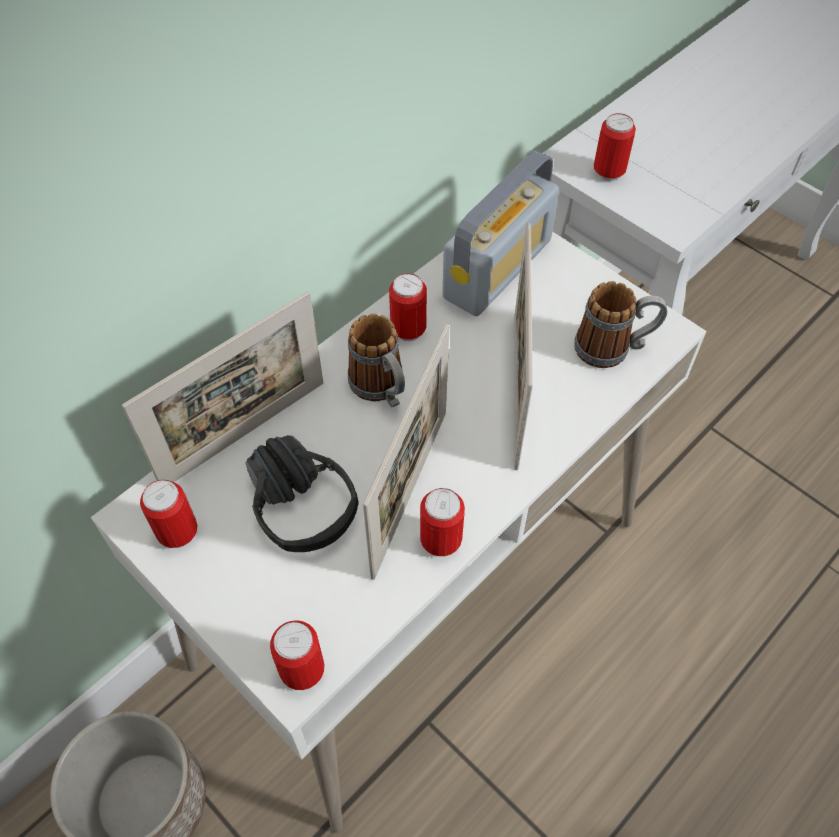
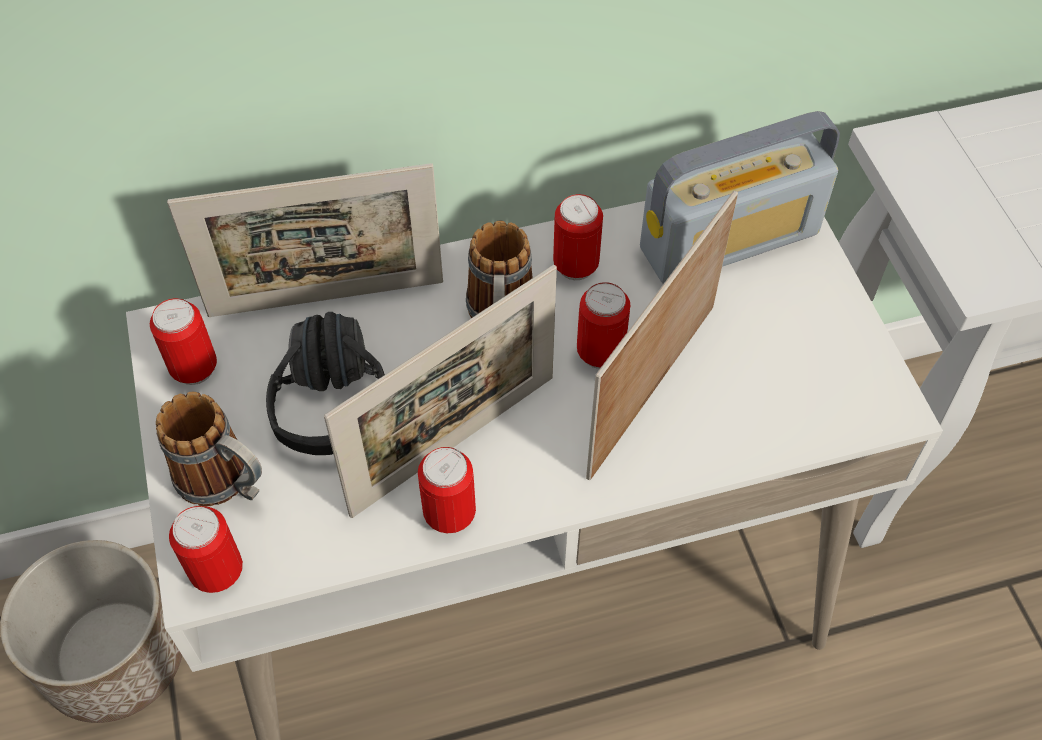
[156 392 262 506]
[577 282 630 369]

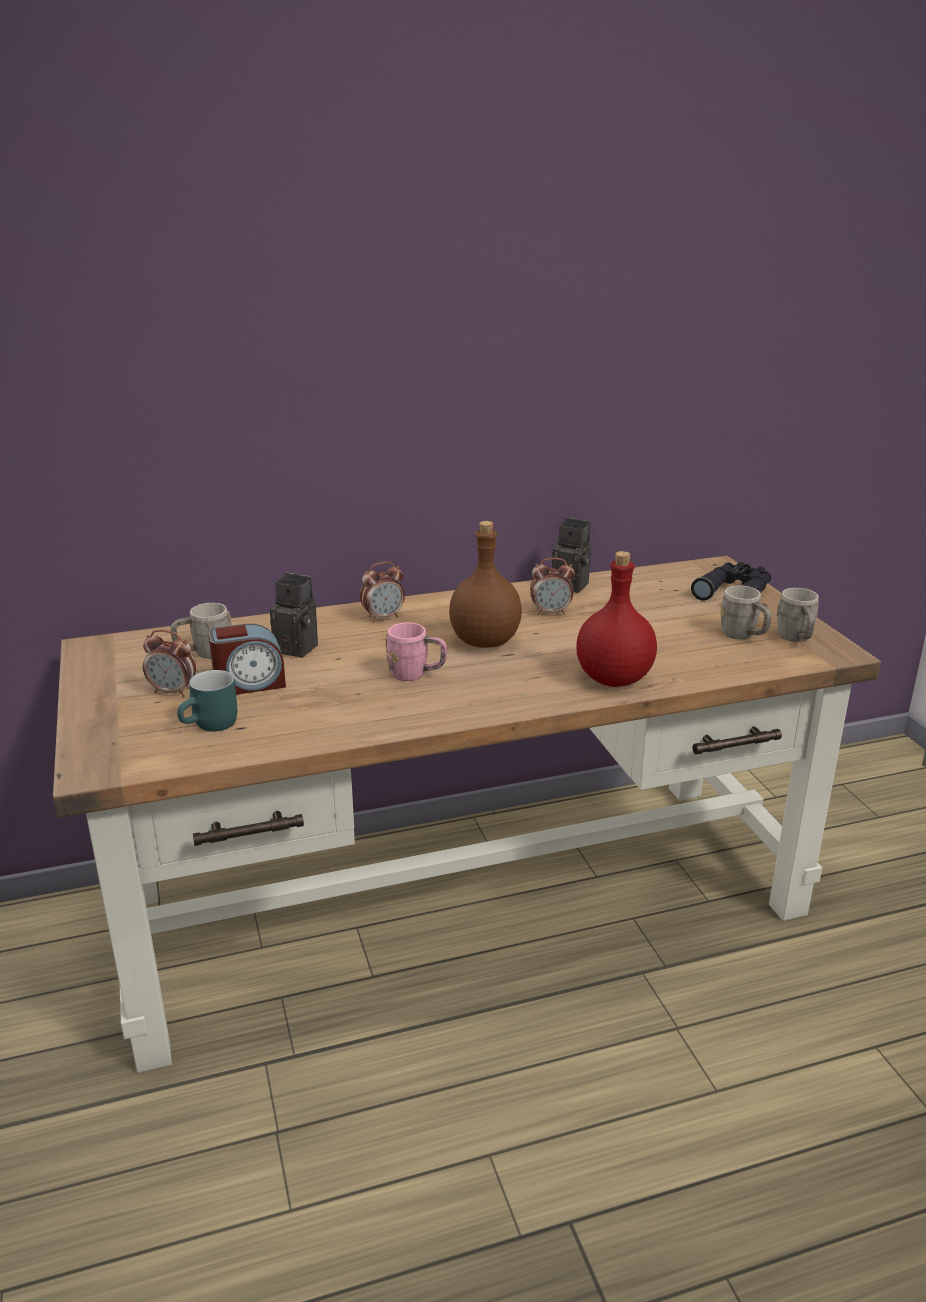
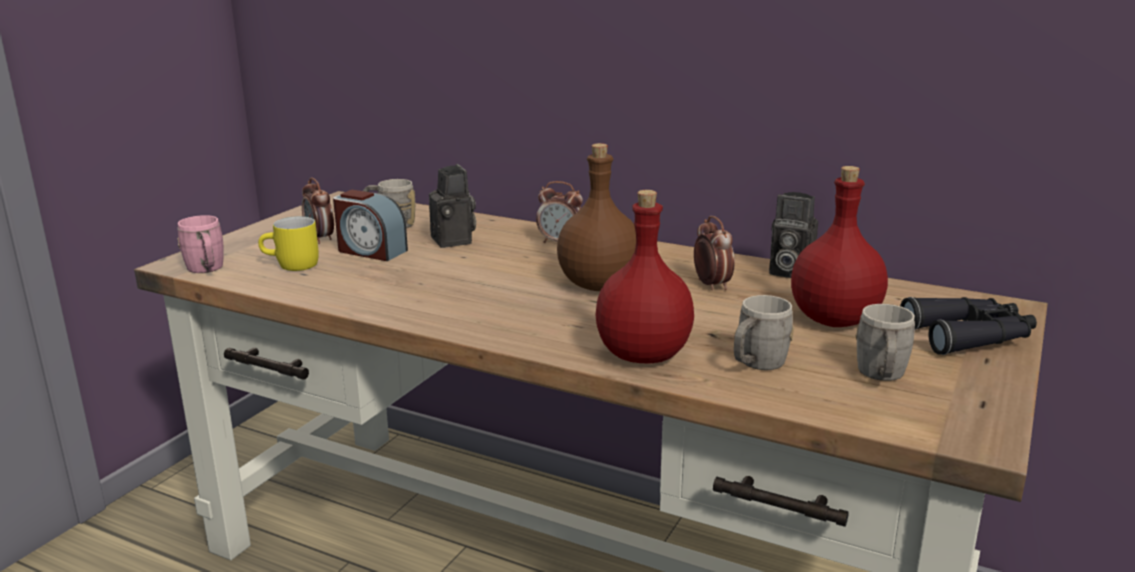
[177 215 224 273]
[258 216 319 271]
[694 216 735 290]
[734 295 794 370]
[769 192 818 278]
[791 166 888 327]

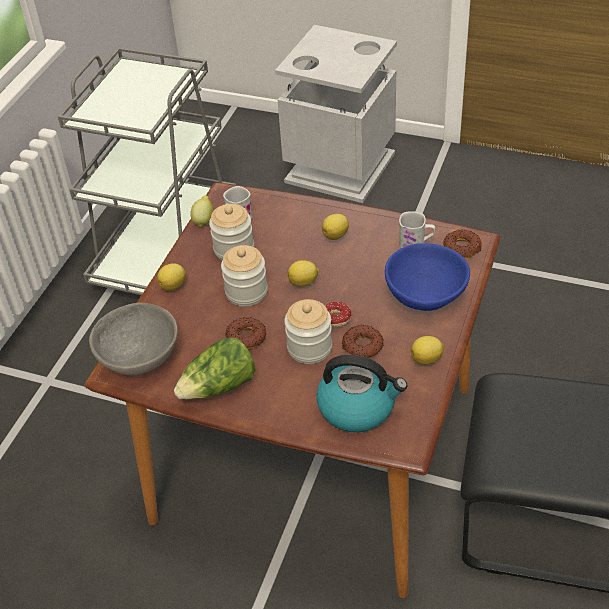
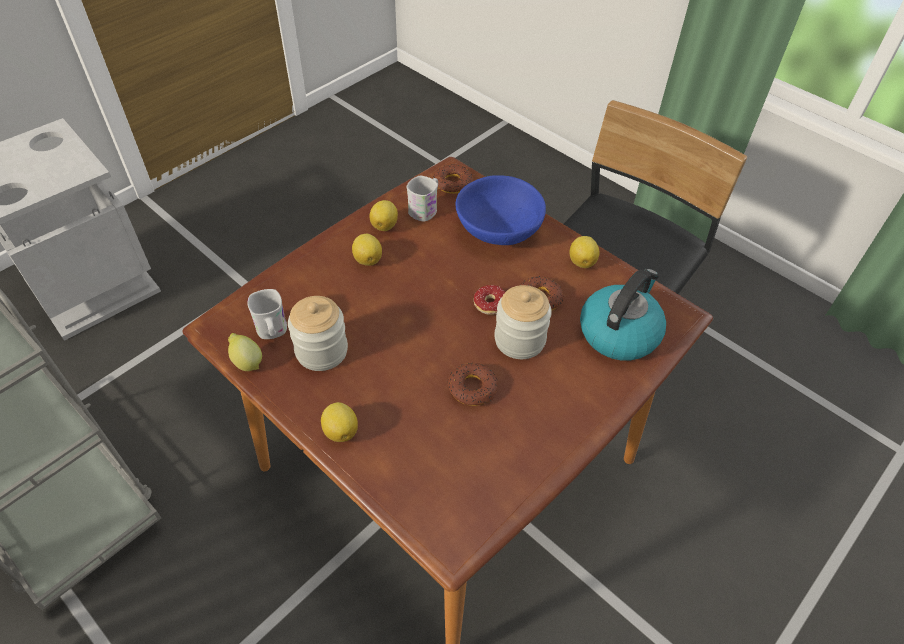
[369 200 398 231]
[89 303 178 375] (first image)
[174 338 256 400] (first image)
[221 245 268 306] (first image)

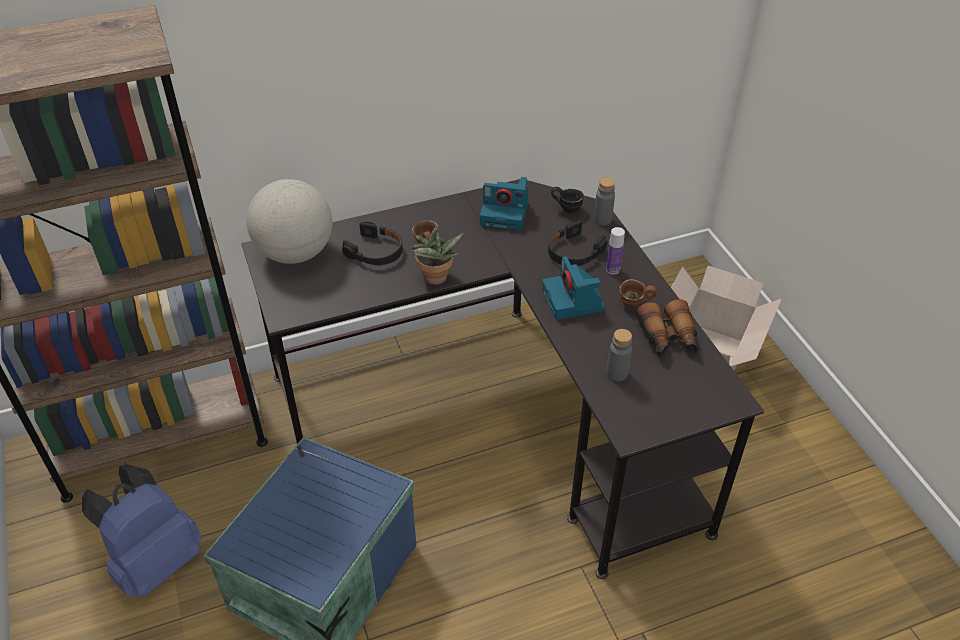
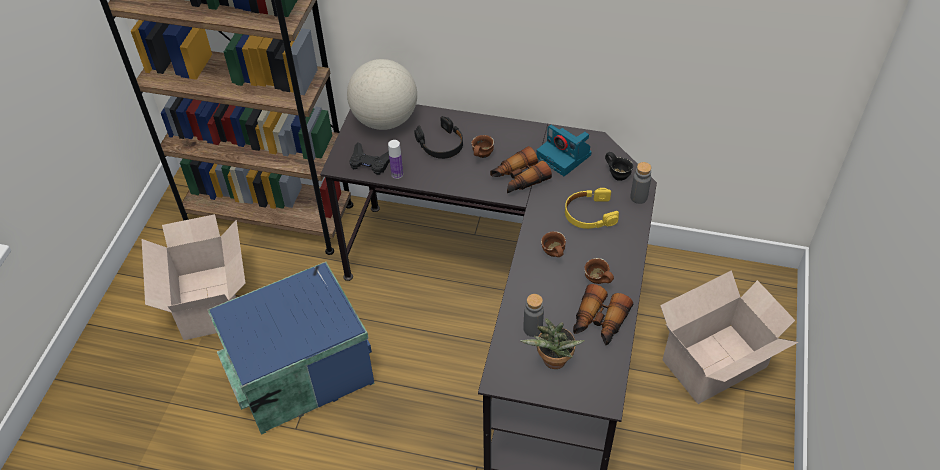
[142 214 246 340]
[350 142 390 175]
[388 140 403 179]
[490 146 552 193]
[520 318 585 369]
[541 232 566 257]
[565 188 619 229]

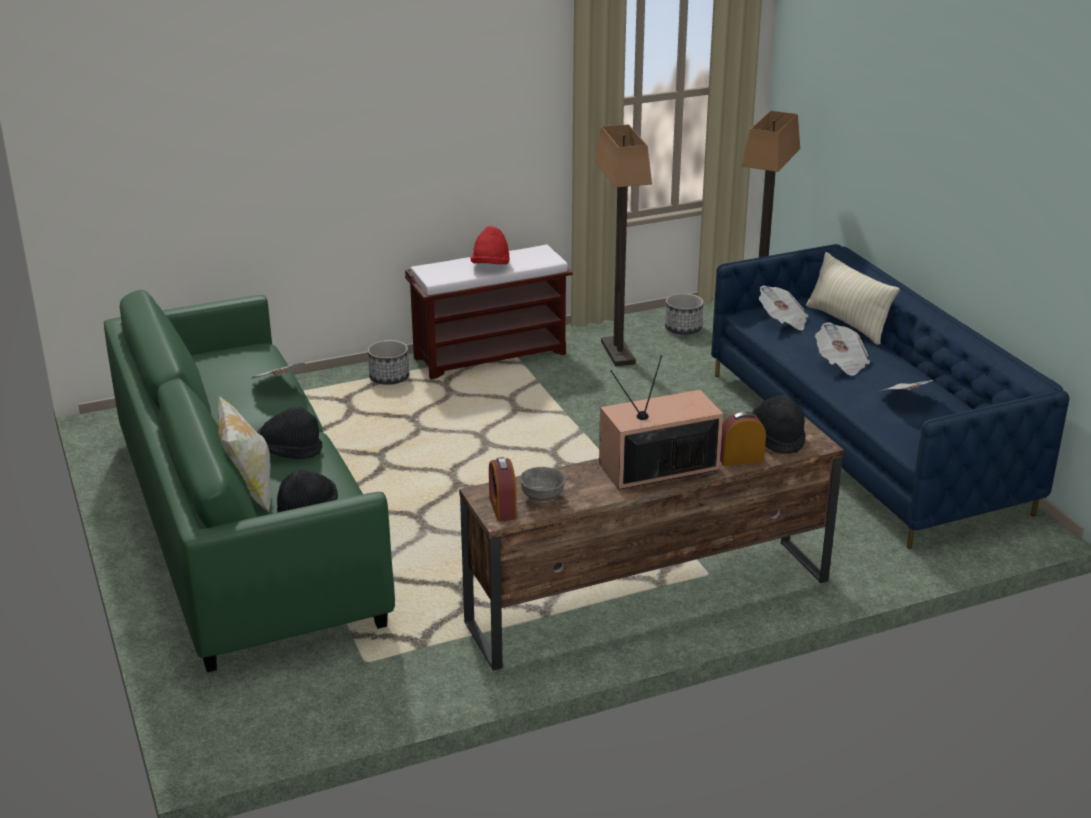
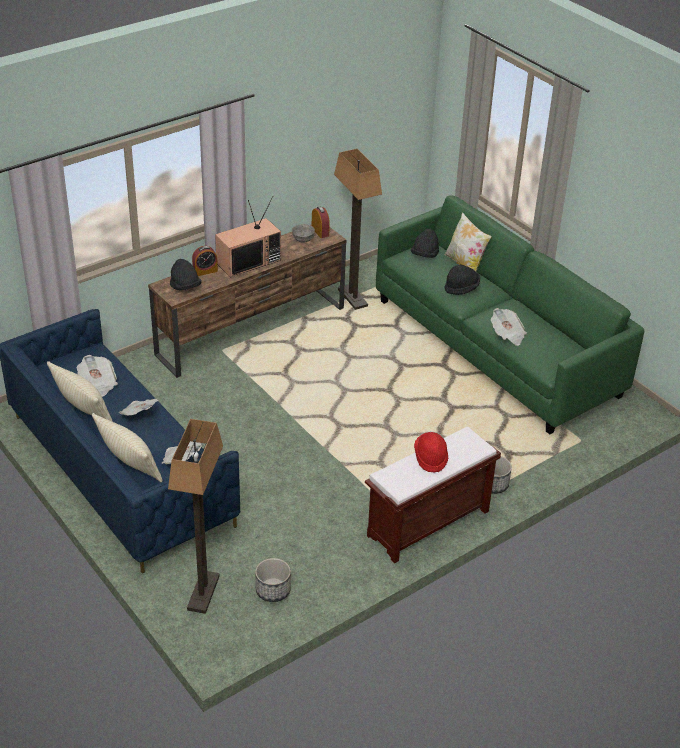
[47 361 113 422]
[334 149 382 310]

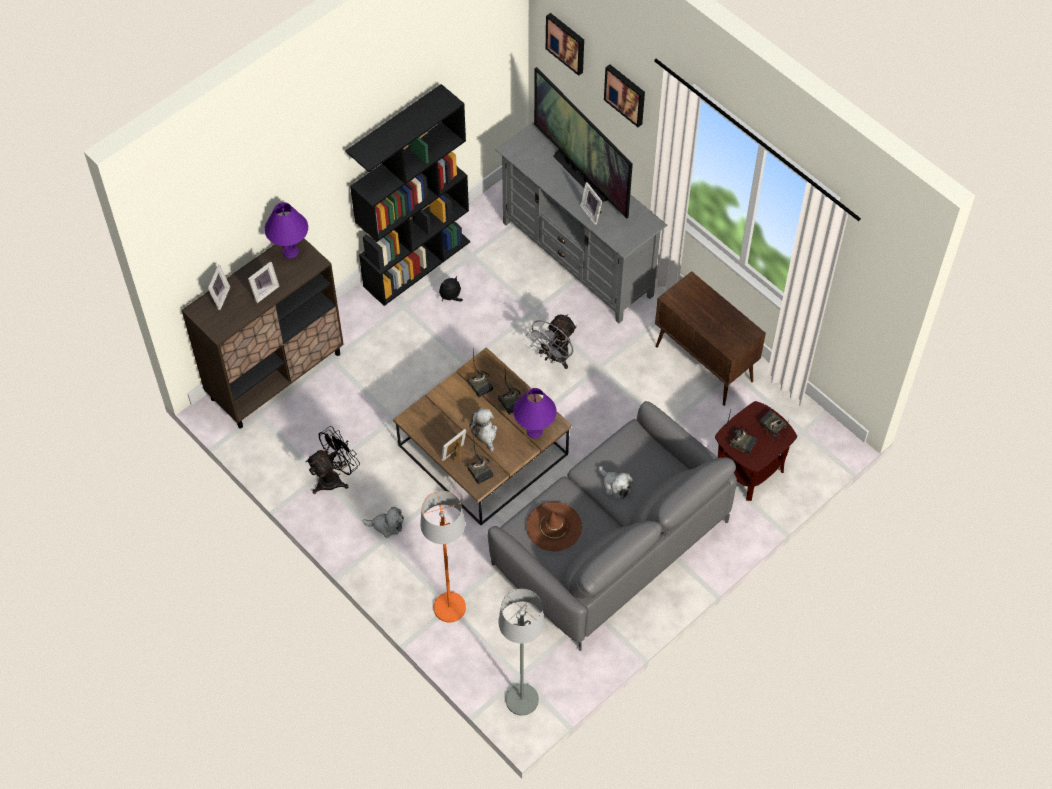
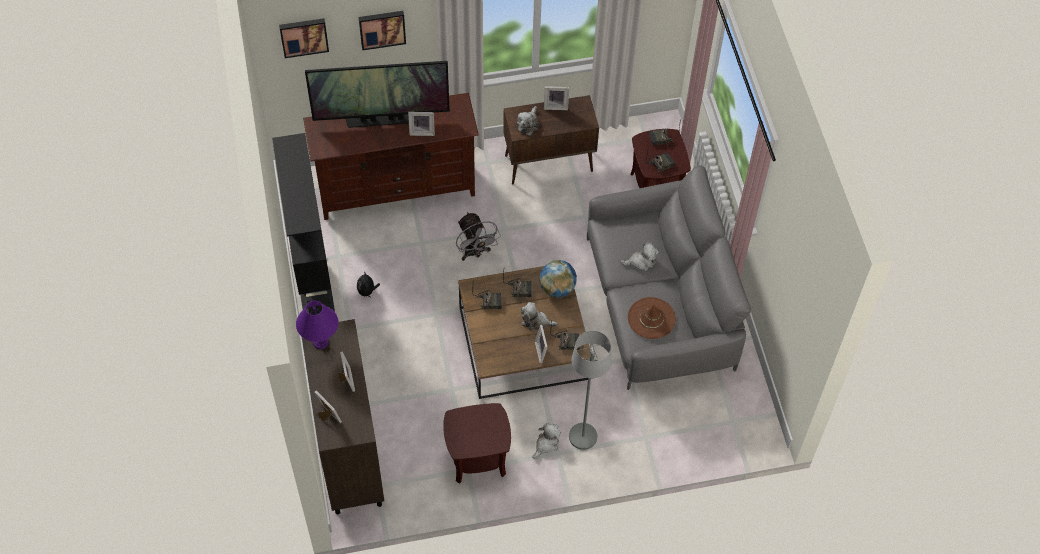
[303 93 479 220]
[443 403 511 484]
[517 106 539 136]
[540 260 577 298]
[544 86 569 110]
[569 331 611 450]
[420 491 466 623] (first image)

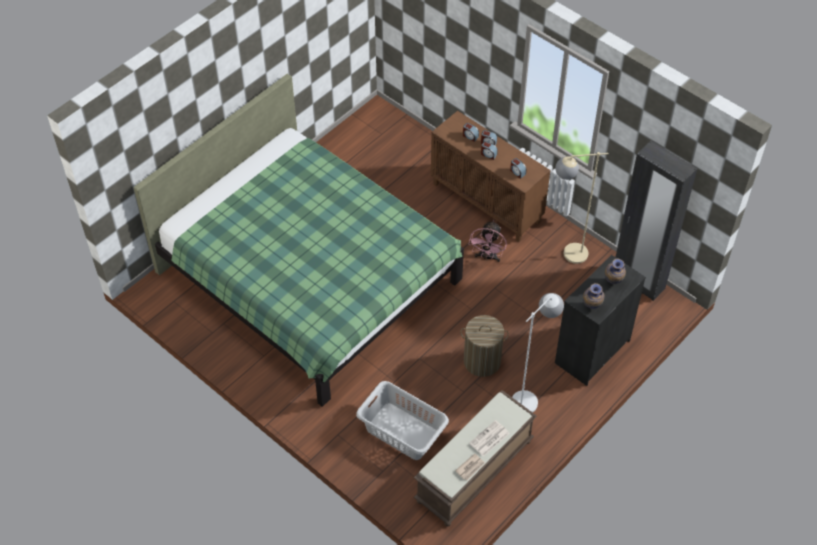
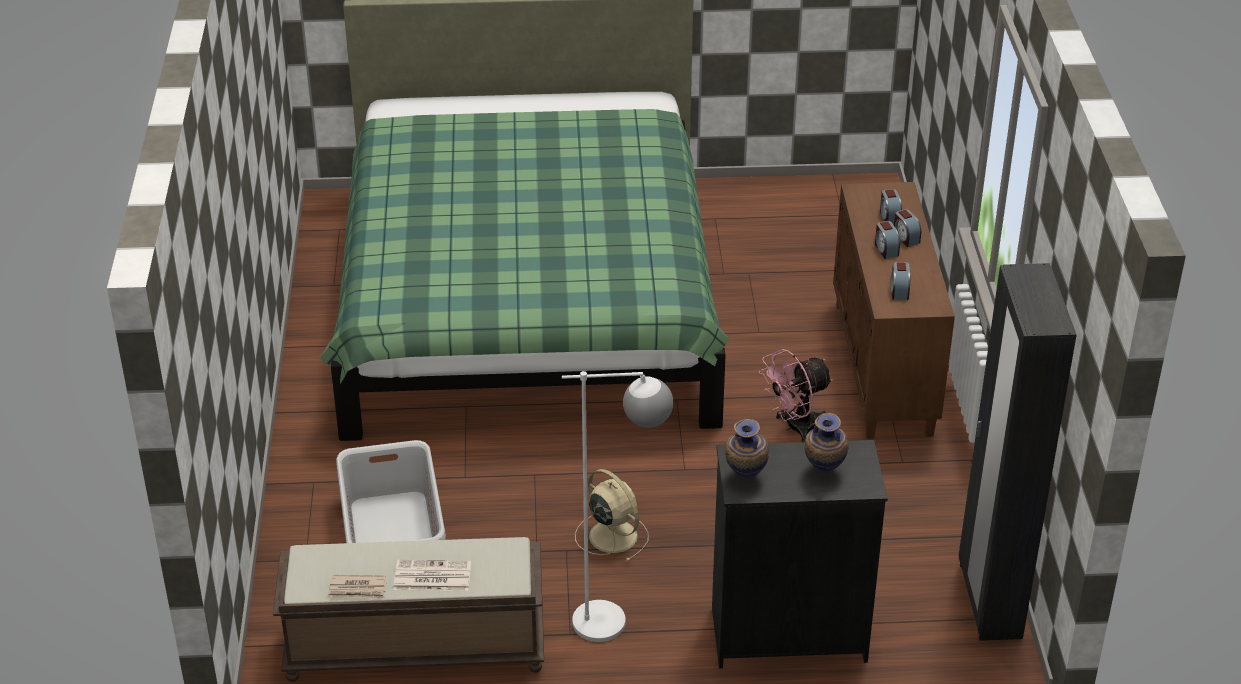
[575 469 648 562]
[555 152 608 264] (first image)

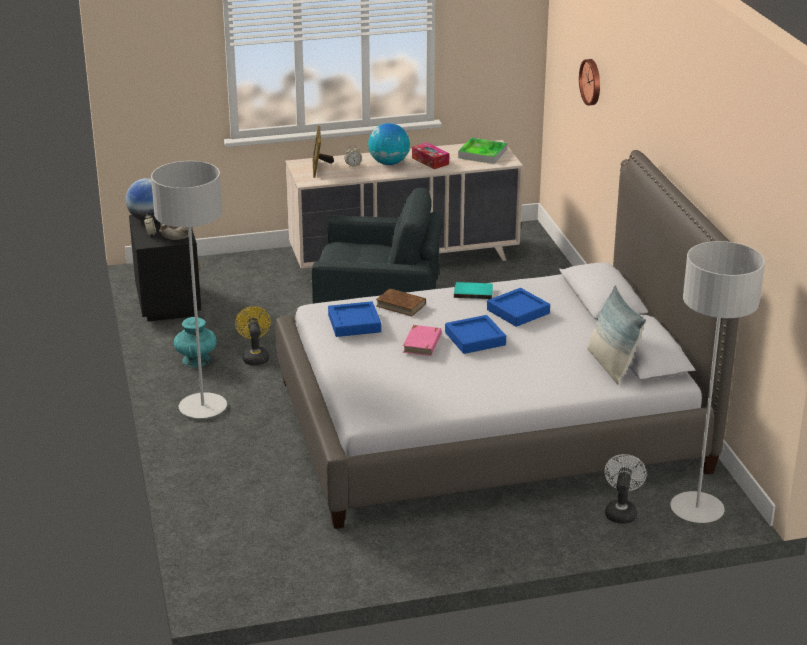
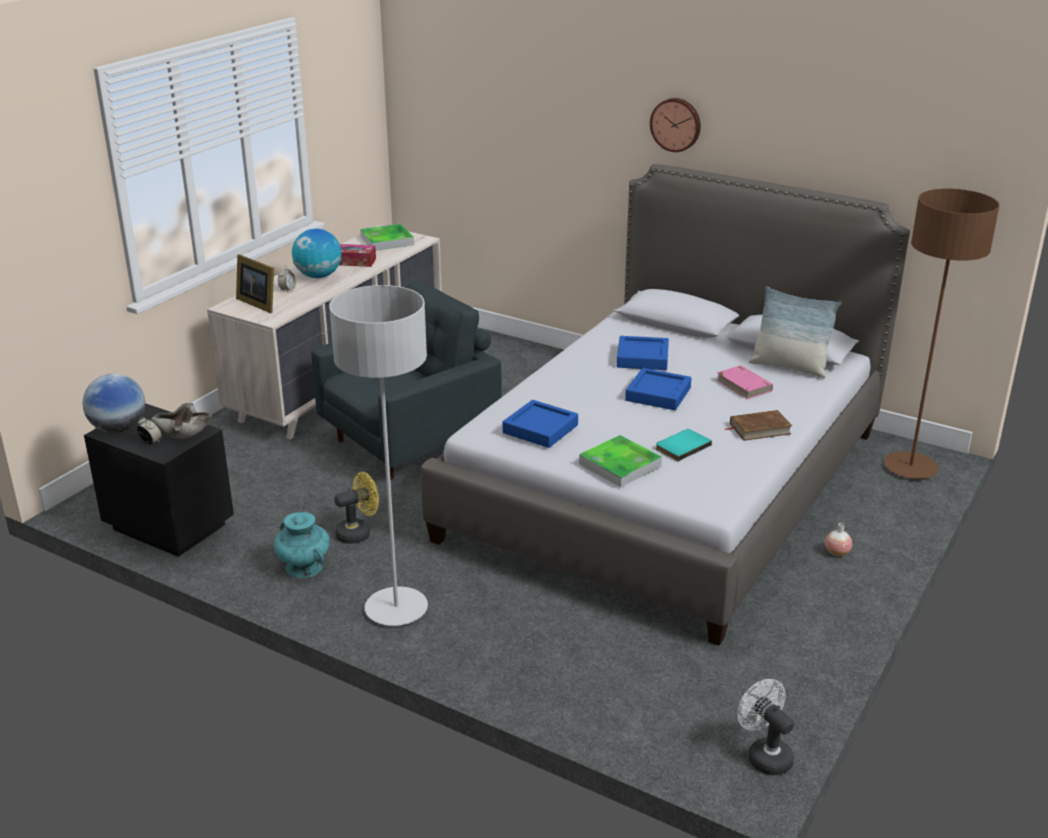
[334 472 379 544]
[579 435 662 487]
[650 98 701 152]
[655 429 712 461]
[716 365 773 399]
[725 410 792 441]
[737 679 794 775]
[825 523 852 556]
[884 188 1000 479]

